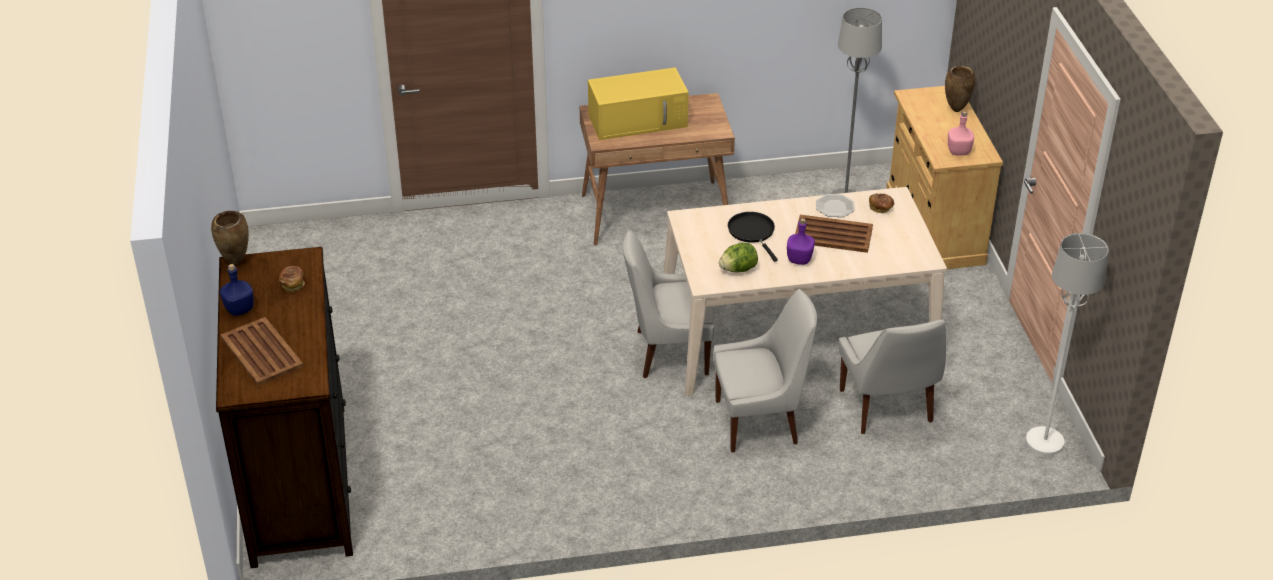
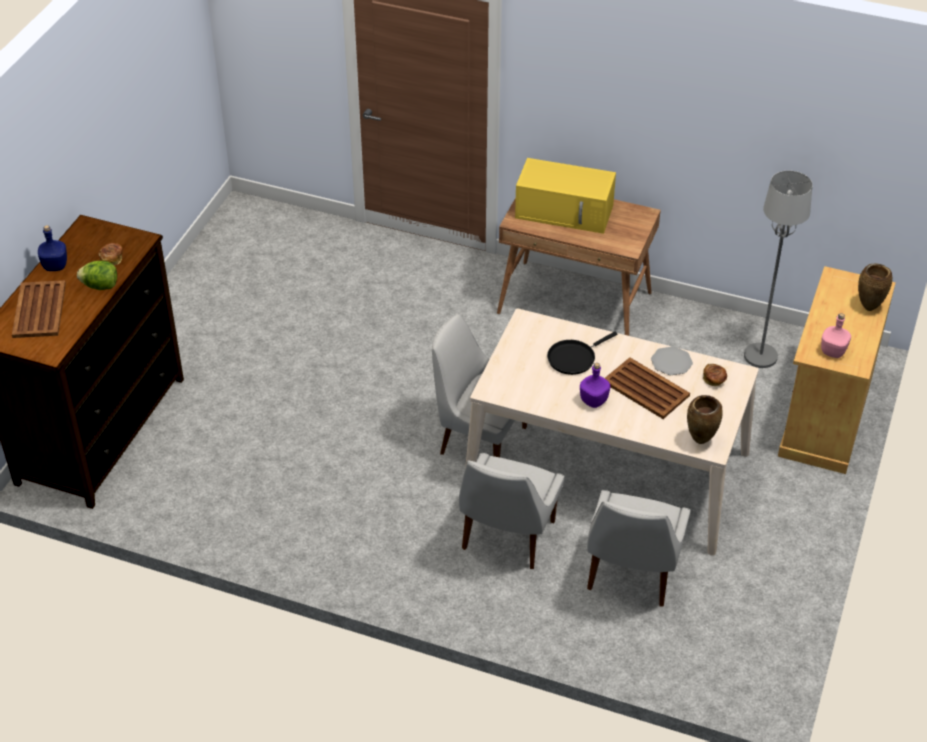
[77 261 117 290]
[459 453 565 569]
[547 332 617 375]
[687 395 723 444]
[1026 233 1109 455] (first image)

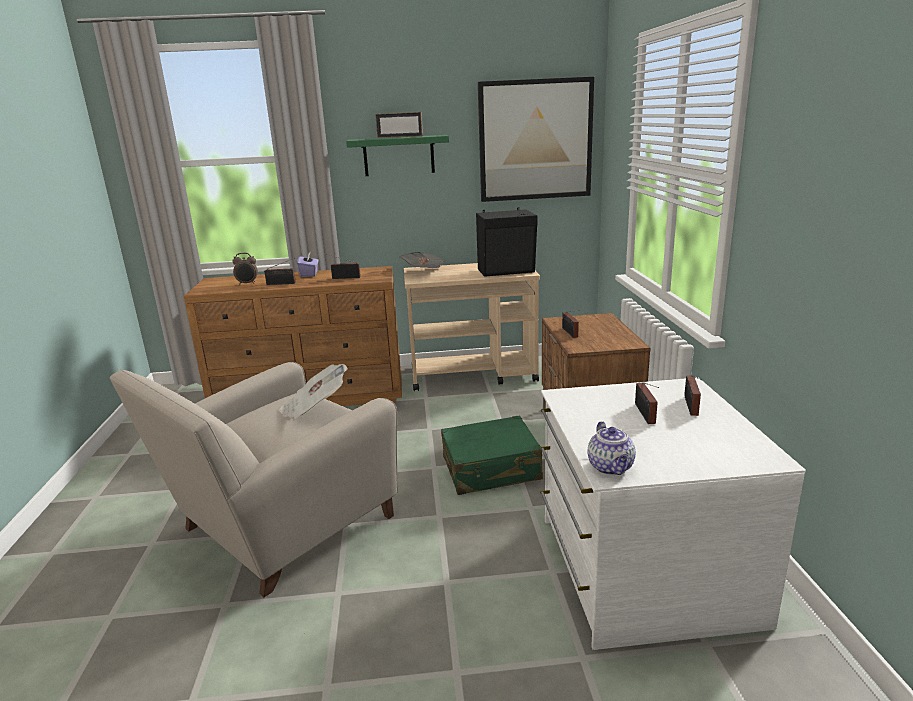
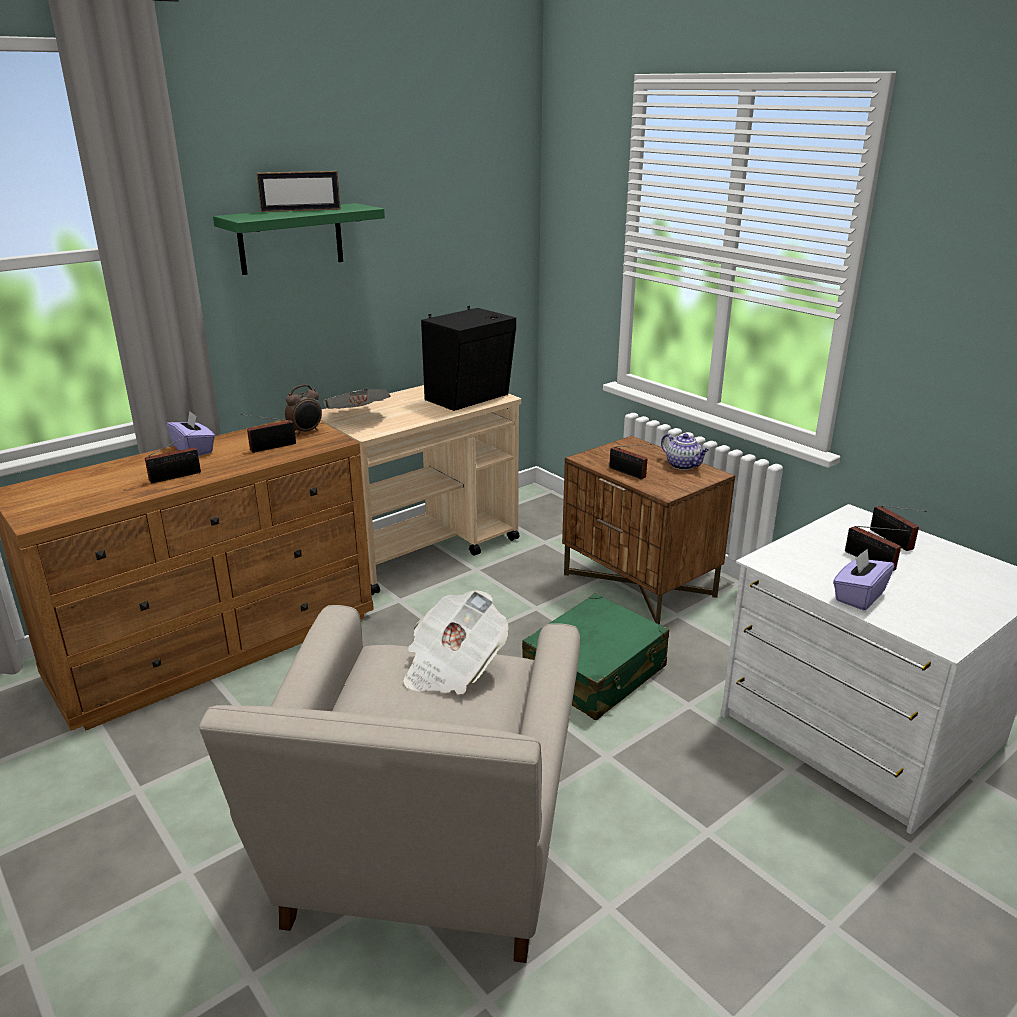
[285 385 322 436]
[661 434 709 470]
[833 548 894 610]
[478 77 594 202] (first image)

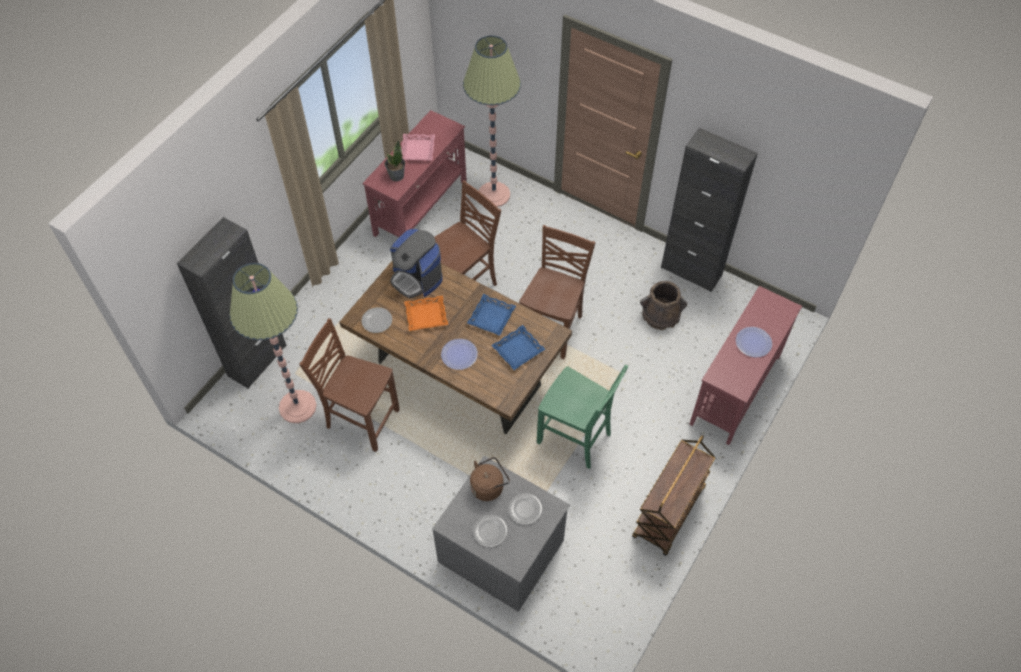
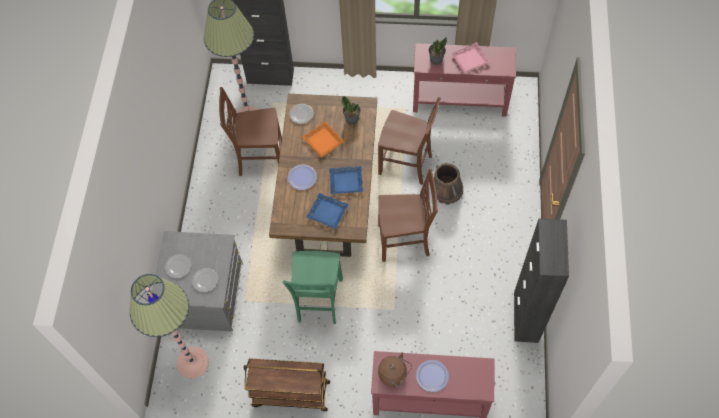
[130 274 209 378]
[219 87 282 176]
[341 96 361 125]
[378 352 412 387]
[434 163 463 205]

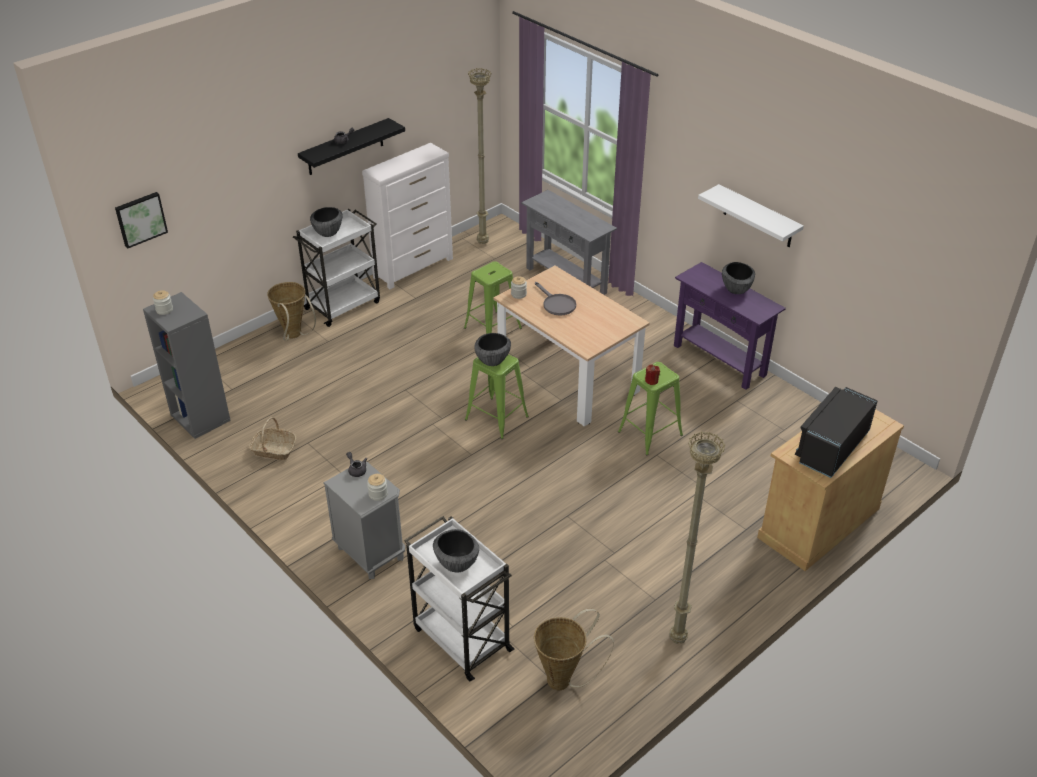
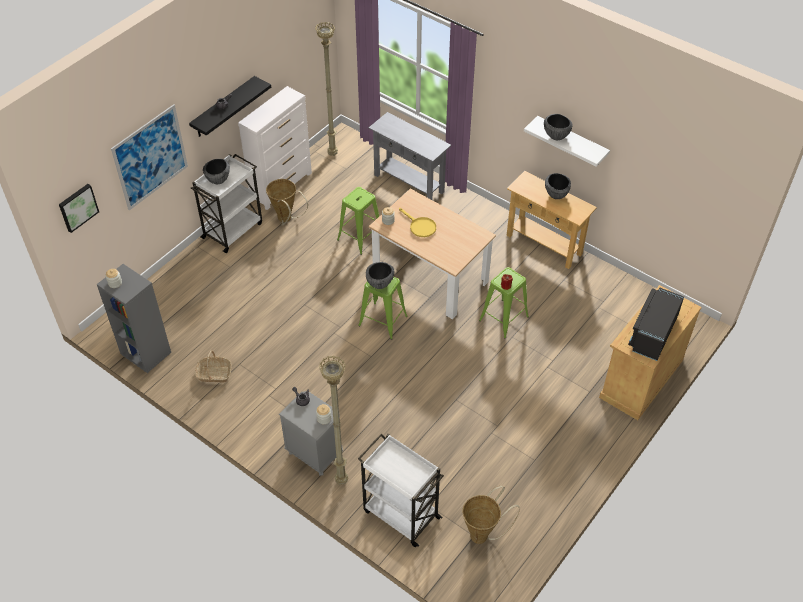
[111 104 188 211]
[266 179 308 226]
[319 356 348 485]
[399 208 436 237]
[506 171 597 269]
[544 114 573 140]

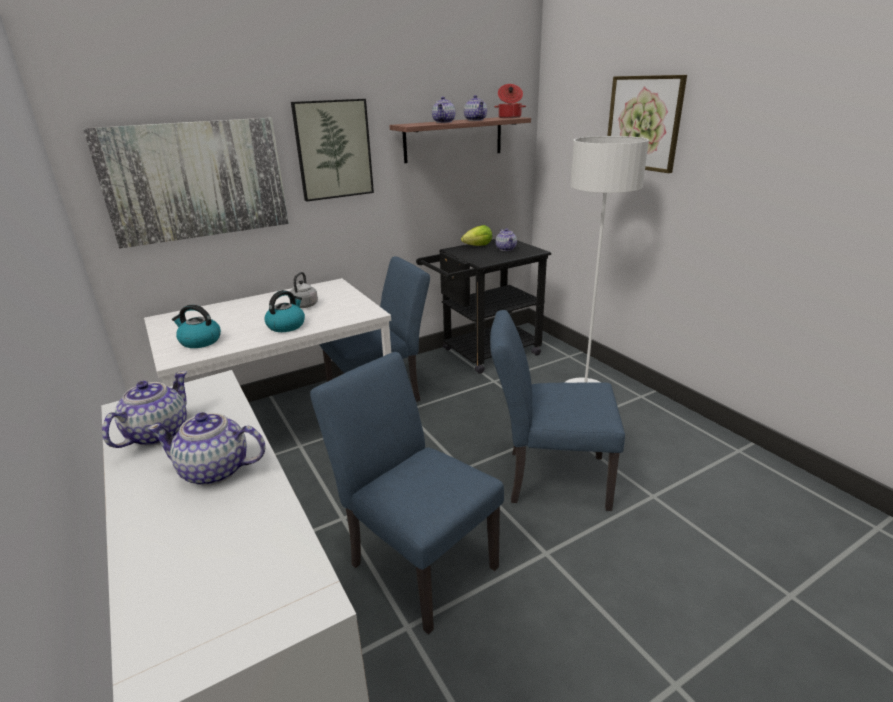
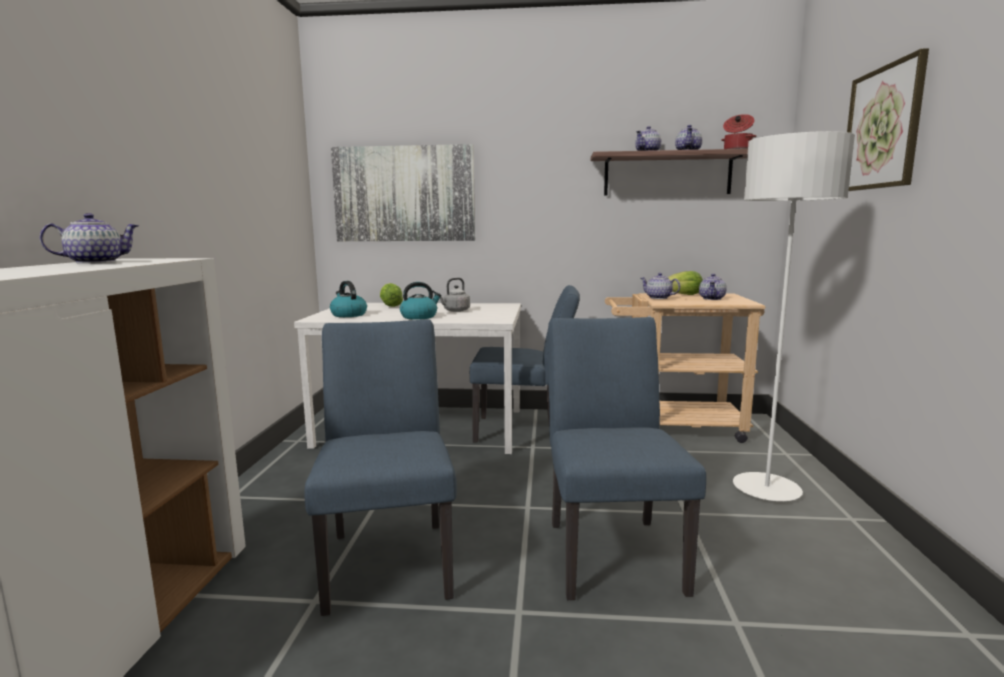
[380 283 403 307]
[548 317 706 600]
[605 293 765 443]
[640 273 680 299]
[291 99 374 202] (first image)

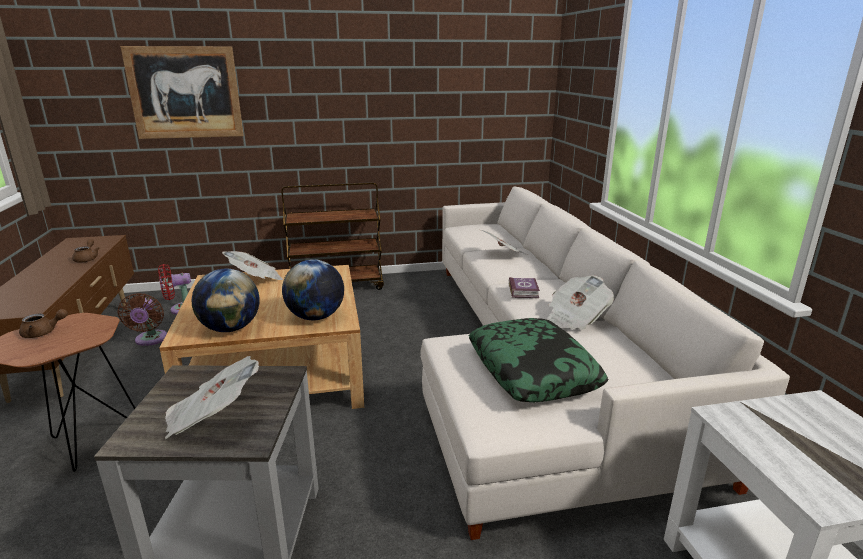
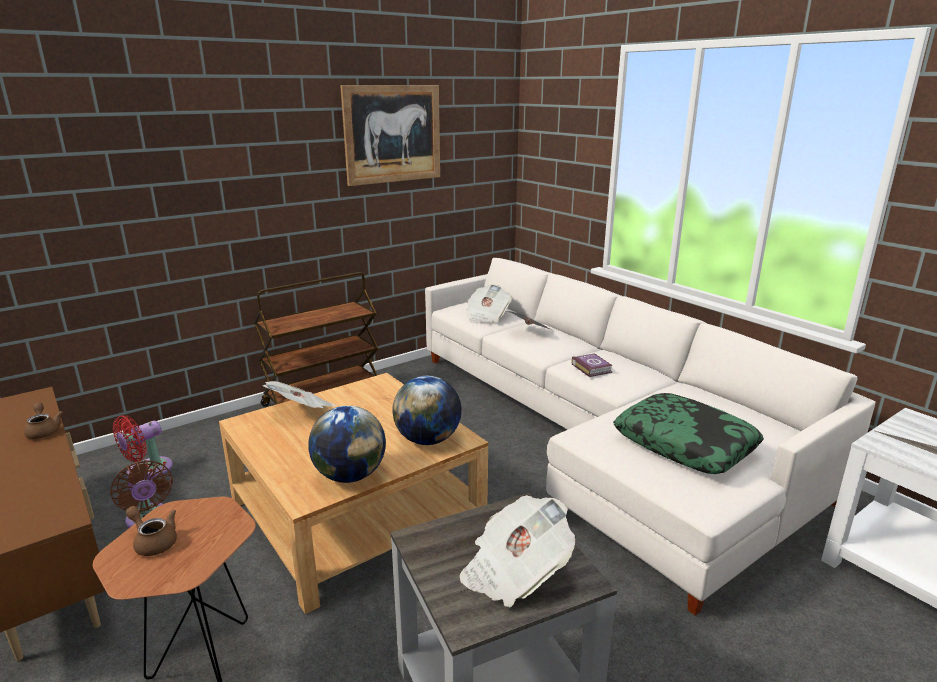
[126 506 177 556]
[340 85 440 186]
[467 284 512 324]

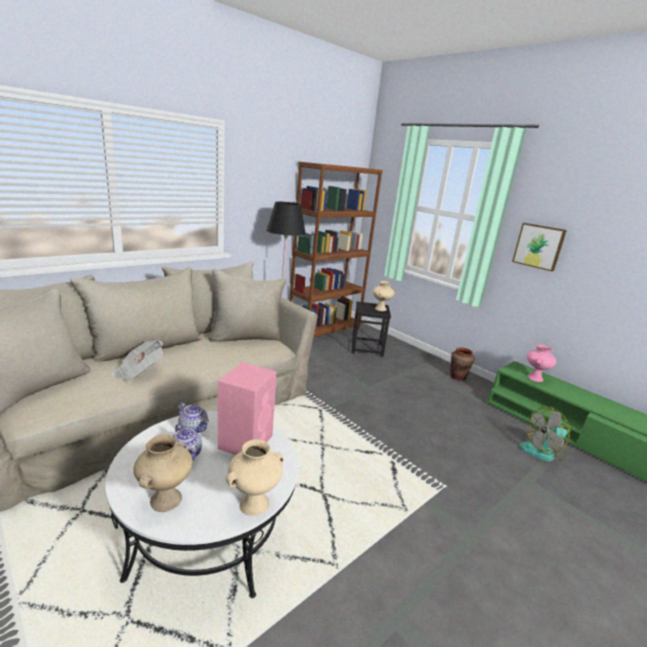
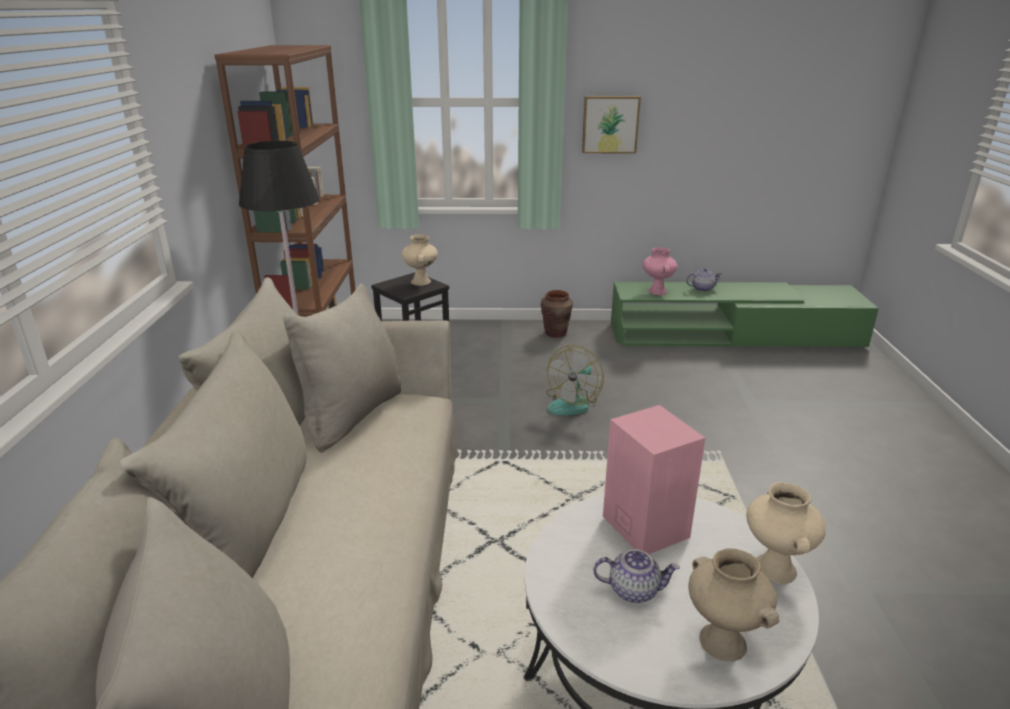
[546 345 604 415]
[686 268 722 292]
[111 340 163 381] (first image)

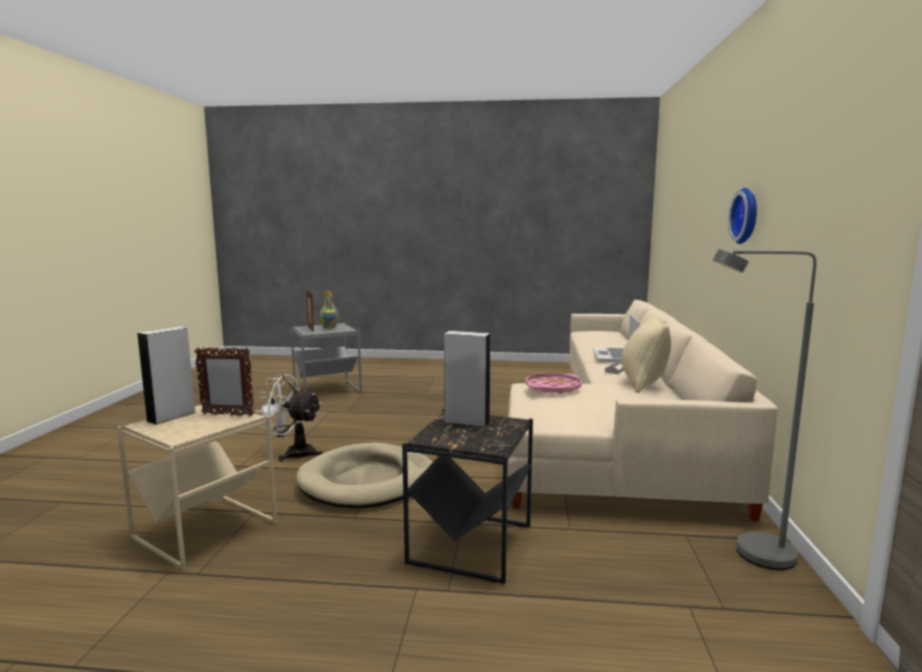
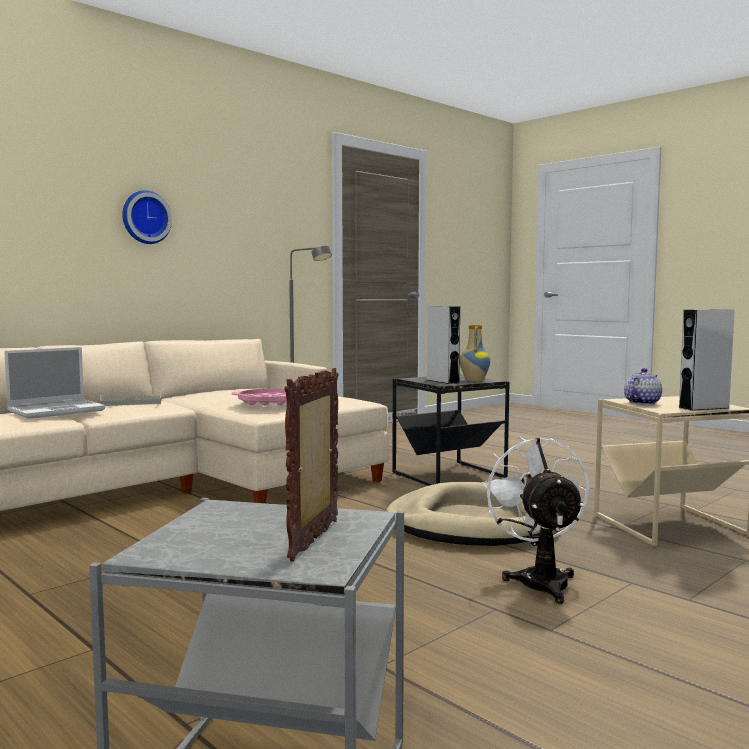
[460 325 490 382]
[482 437 589 604]
[624 368 662 405]
[621 314 671 393] (first image)

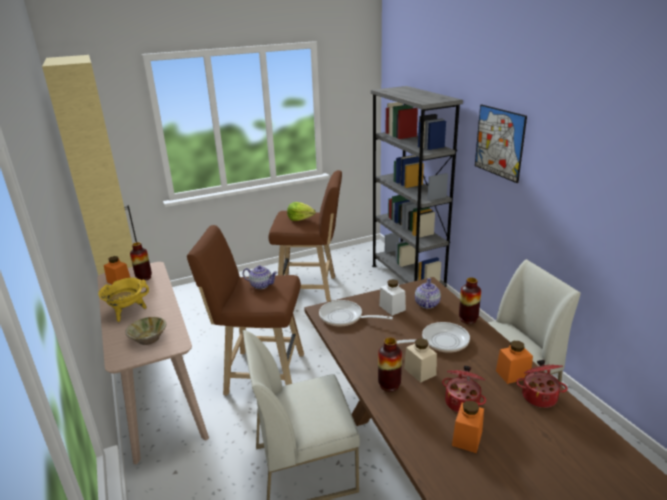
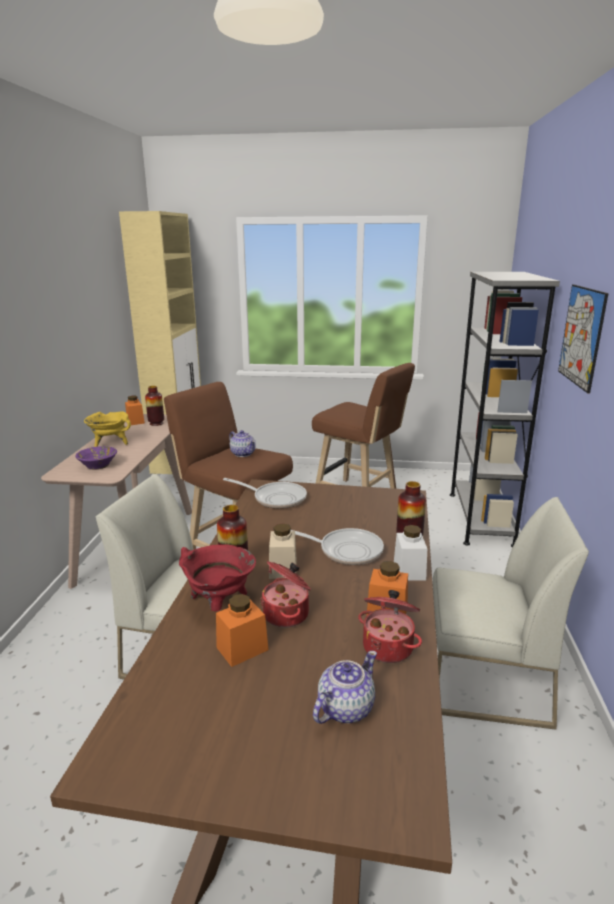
[76 446 117 470]
[179 545 256 611]
[223 478 307 509]
[313 651 377 724]
[394 525 427 581]
[287 202 315 221] (first image)

